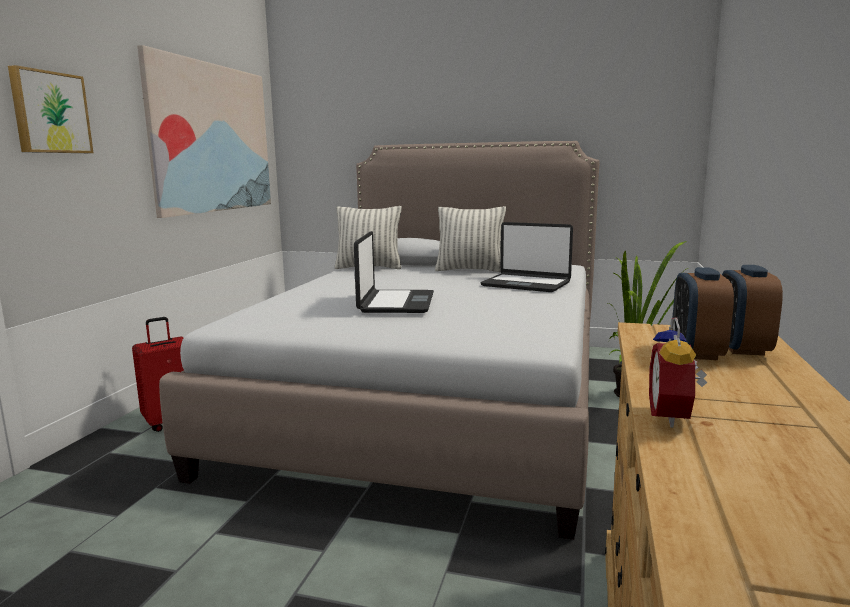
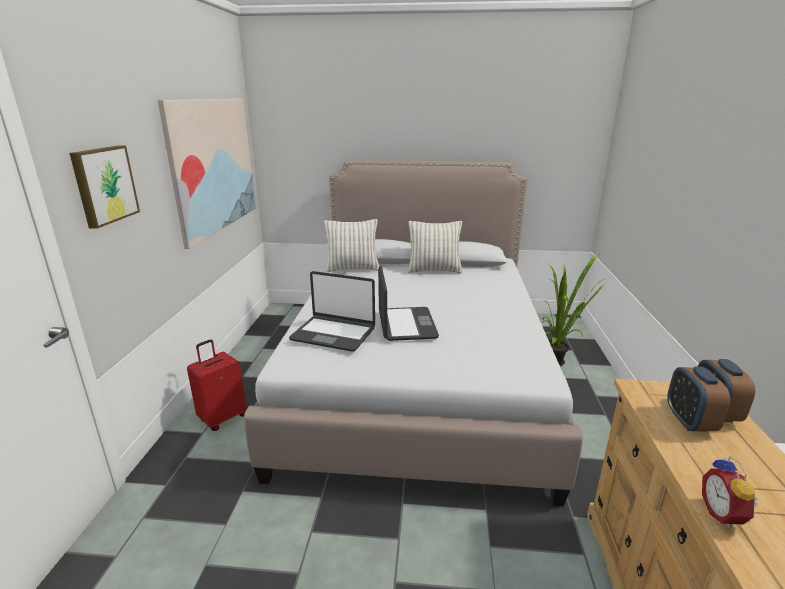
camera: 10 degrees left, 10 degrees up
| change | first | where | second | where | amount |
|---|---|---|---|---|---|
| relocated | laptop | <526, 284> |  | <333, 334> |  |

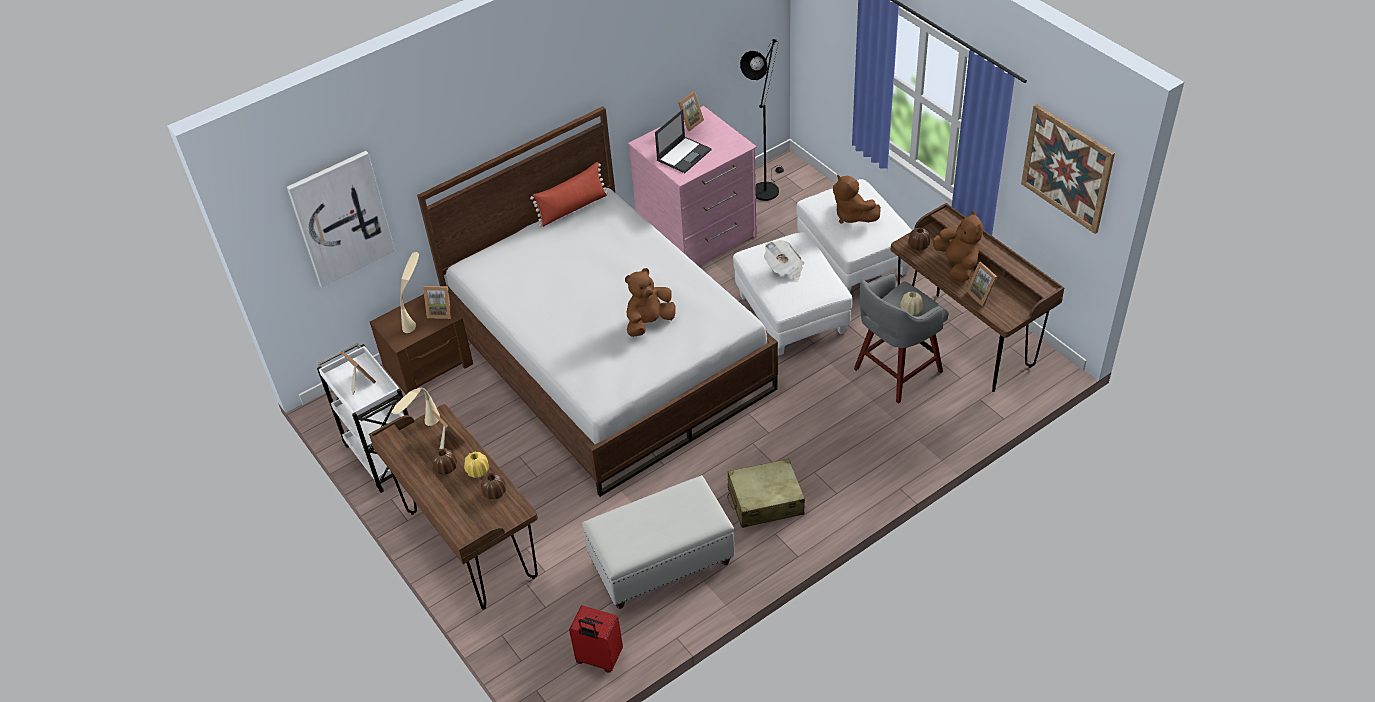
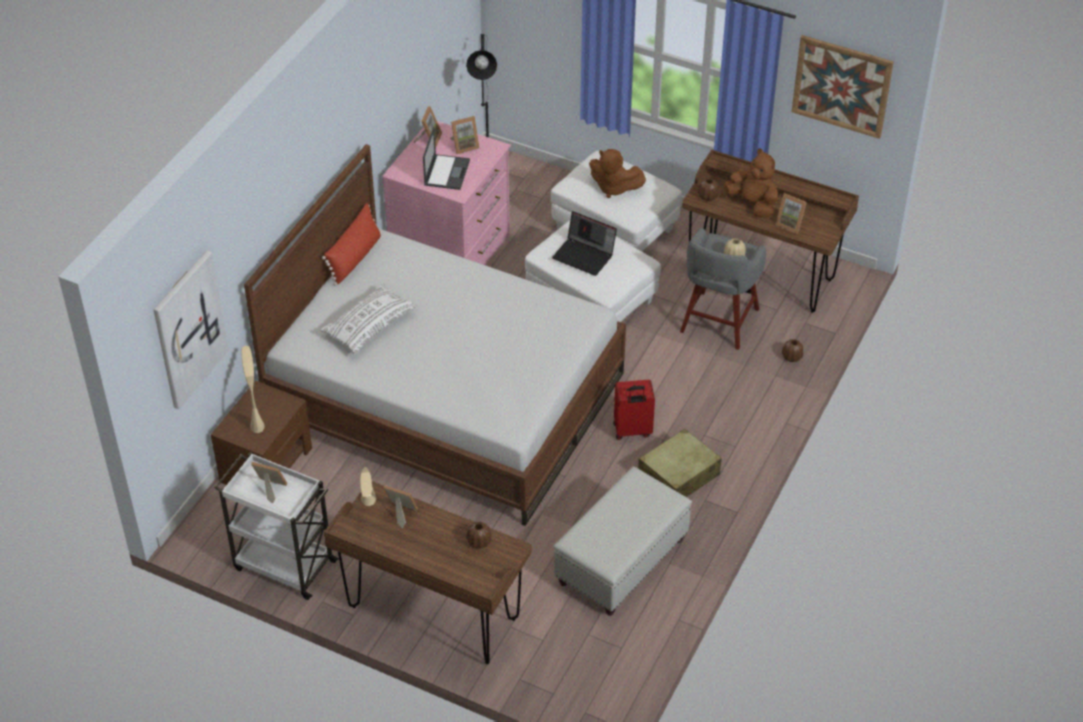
camera: 30 degrees left, 0 degrees up
| change | first | where | second | where | amount |
|---|---|---|---|---|---|
| relocated | ramka na zdjęcie | <440, 311> |  | <464, 146> |  |
| relocated | wazon/brązowy | <446, 468> |  | <792, 357> |  |
| missing | wazon/żółty | <478, 471> |  |  |  |
| relocated | walizka/czerwony | <598, 659> |  | <632, 431> |  |
| missing | pluszak/brązowy | <649, 322> |  |  |  |
| exchanged | gazeta | <784, 268> | laptop | <585, 255> |  |
| appeared |  |  | poduszka/biały | <369, 326> |  |

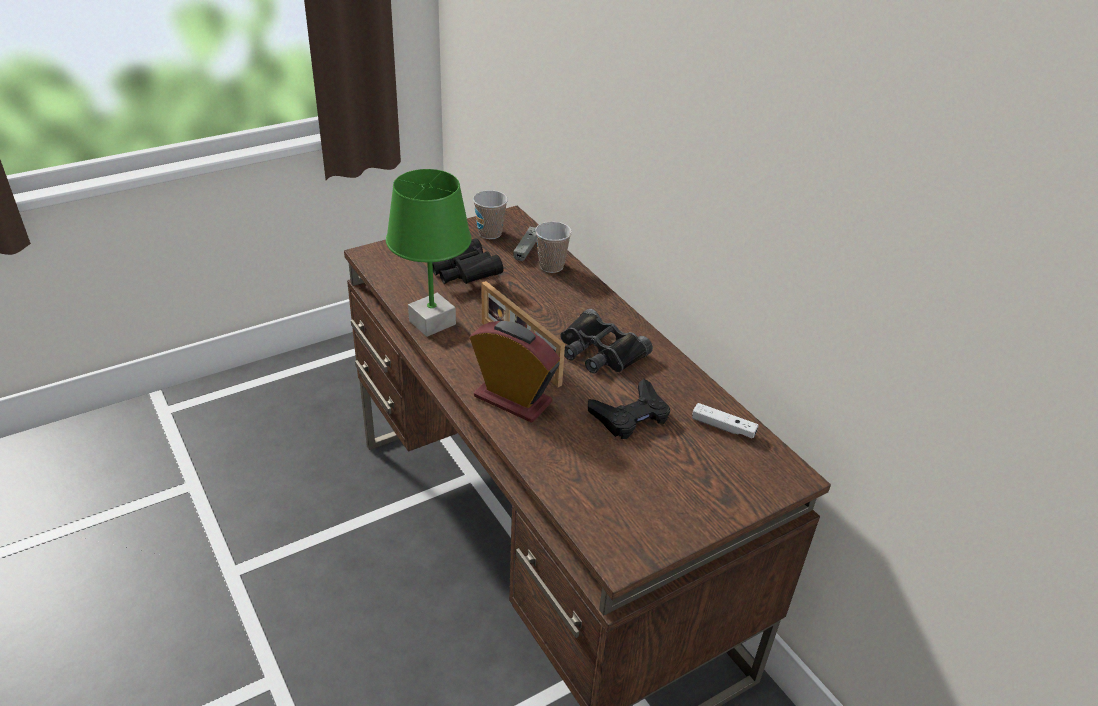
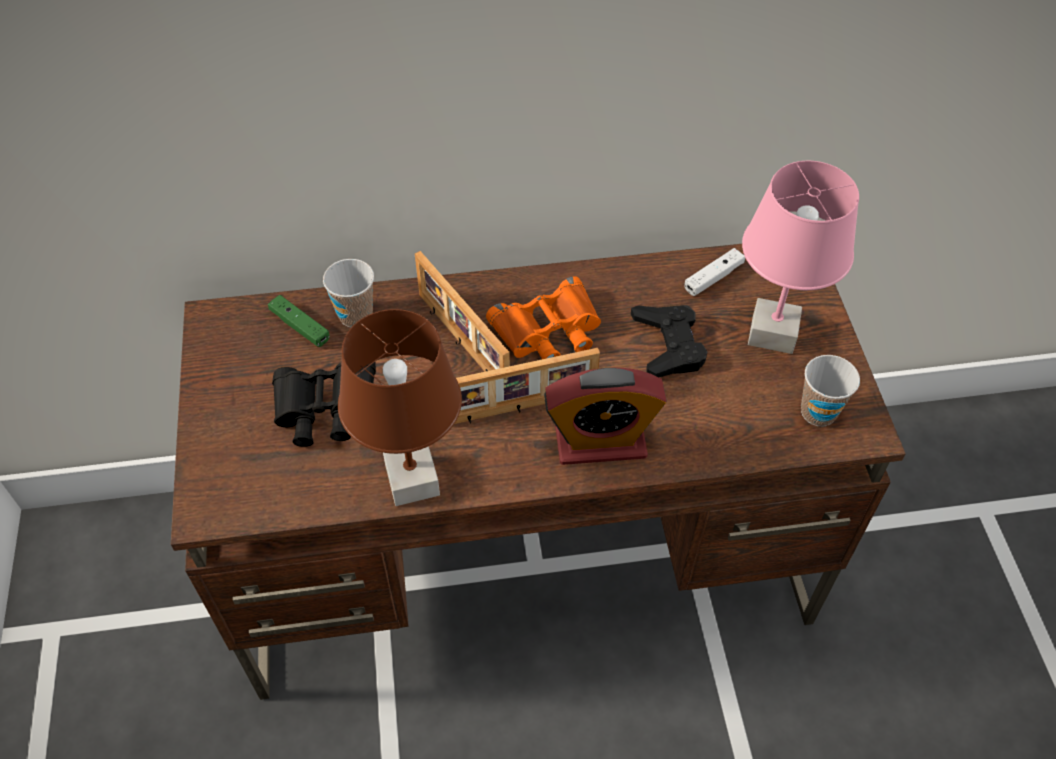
camera: 65 degrees left, 15 degrees up
| change | first | where | second | where | amount |
|---|---|---|---|---|---|
| colour | lampa stołowa/zielony | <432, 323> | lampa stołowa/brązowy | <413, 481> |  |
| spun | budzik | <512, 399> |  | <600, 442> | 150 degrees counterclockwise |
| relocated | filiżanka | <490, 233> |  | <818, 412> |  |
| colour | pad do gier/szary | <527, 248> | pad do gier/zielony | <300, 326> |  |
| colour | lornetka/czarny | <599, 351> | lornetka/pomarańczowy | <549, 331> |  |
| appeared |  |  | ramka na zdjęcie | <461, 342> |  |
| appeared |  |  | lampa stołowa/różowy | <771, 334> |  |

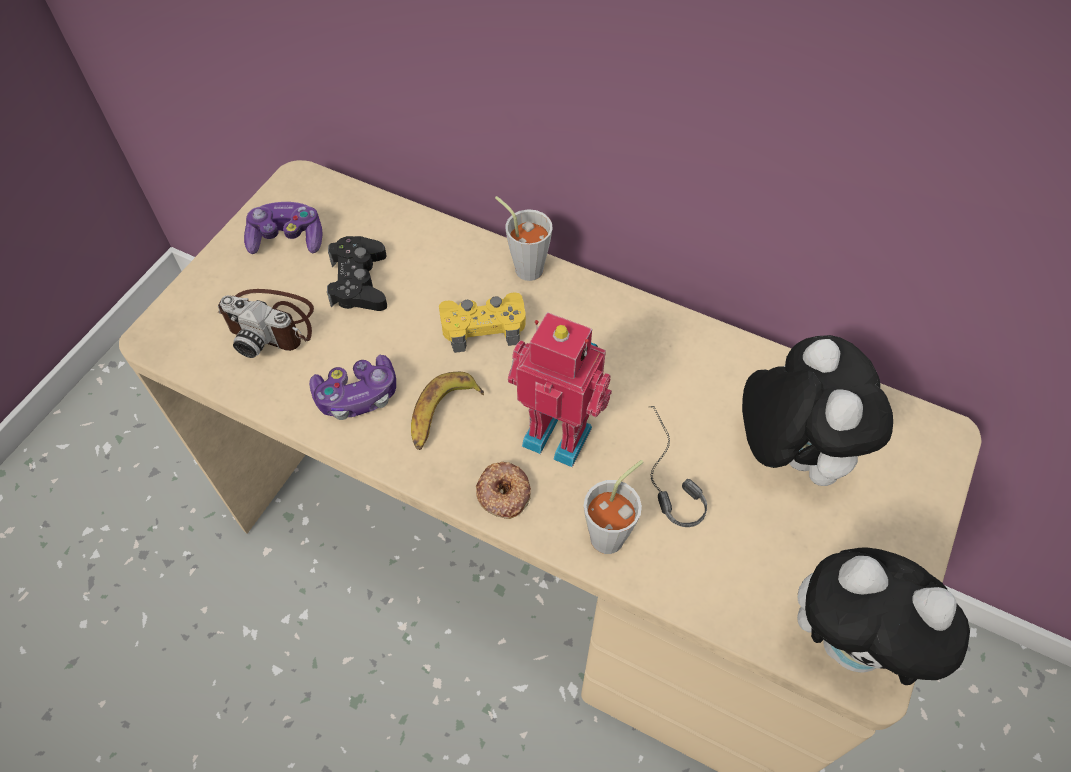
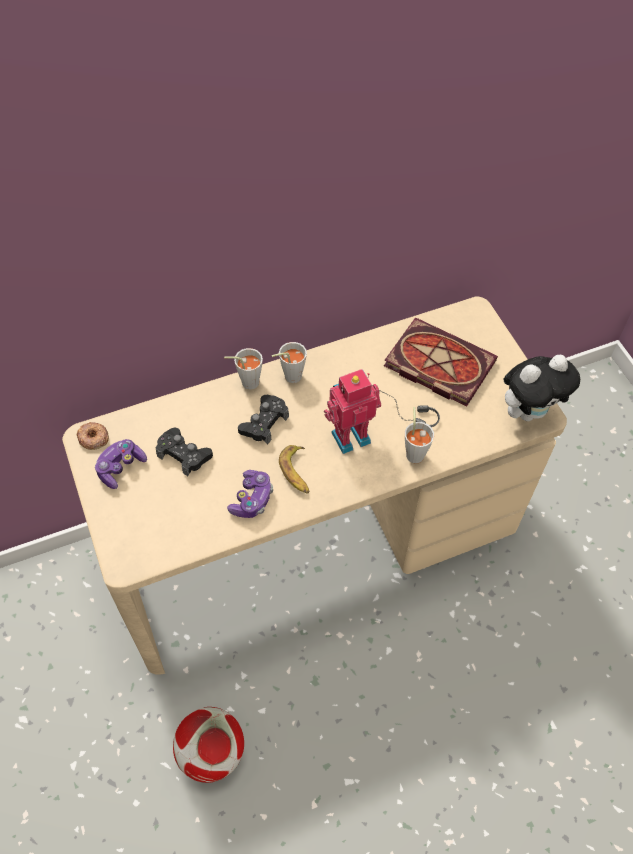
camera: 50 degrees left, 0 degrees up
| change | first | where | second | where | amount |
|---|---|---|---|---|---|
| missing | aparat fotograficzny | <271, 323> |  |  |  |
| colour | pad do gier/żółty | <483, 326> | pad do gier/czarny | <264, 423> |  |
| relocated | donut | <503, 493> |  | <93, 438> |  |
| exchanged | pluszak | <790, 452> | książka | <436, 364> |  |
| appeared |  |  | piłka futbolowa | <211, 752> |  |
| appeared |  |  | filiżanka/szary | <289, 377> |  |

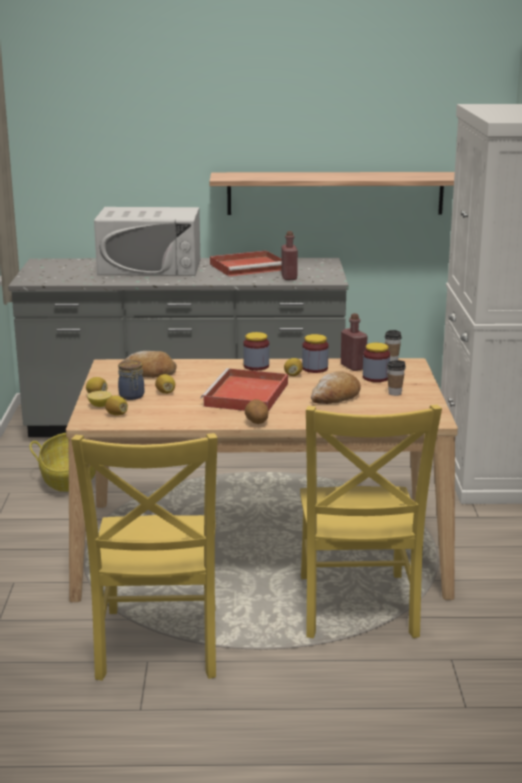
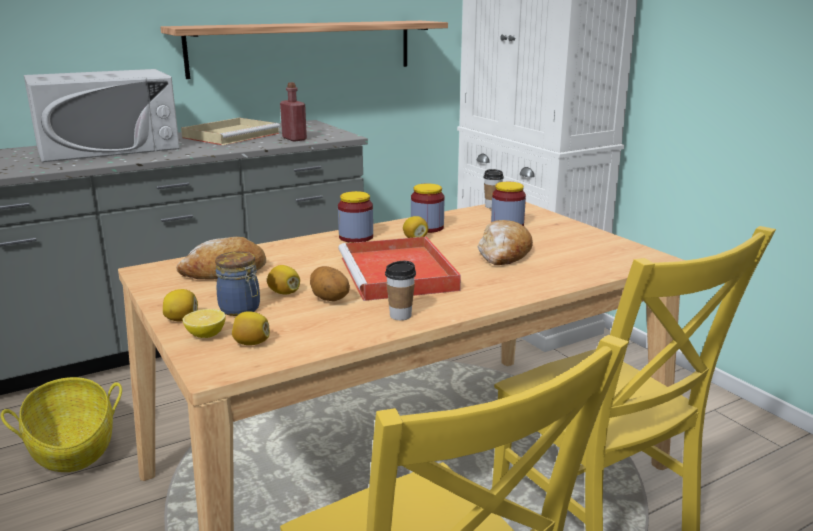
camera: 30 degrees left, 0 degrees up
| change | first | where | second | where | amount |
|---|---|---|---|---|---|
| colour | taca/czerwony | <249, 267> | taca/beżowy | <232, 135> |  |
| relocated | ziemniak | <256, 422> |  | <329, 300> |  |
| missing | butelka/czerwony | <353, 367> |  |  |  |
| relocated | filiżanka | <394, 393> |  | <400, 315> |  |

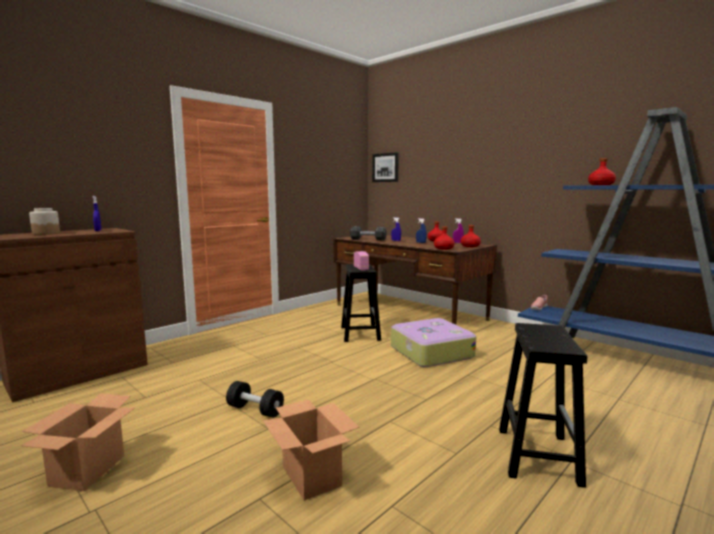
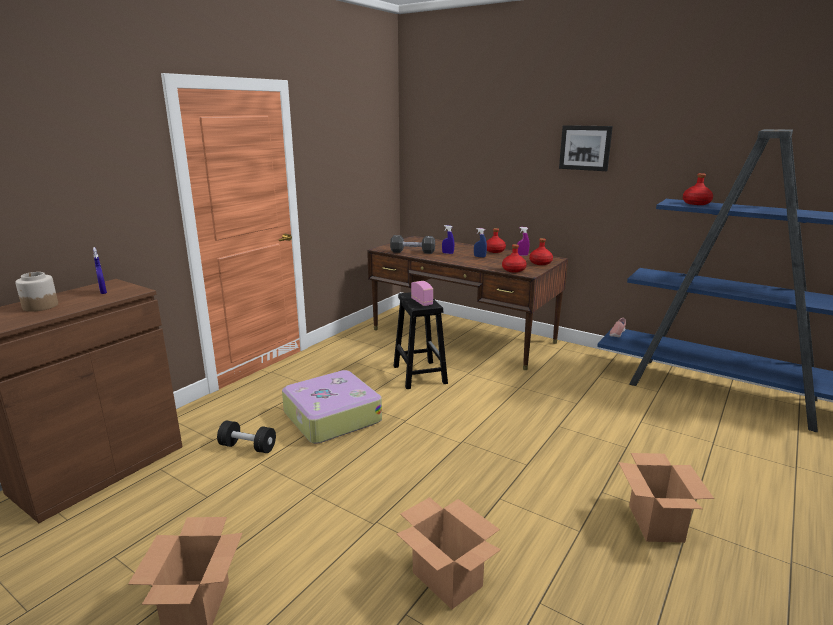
camera: 10 degrees left, 10 degrees up
| change | first | where | second | where | amount |
|---|---|---|---|---|---|
| relocated | hantel/czarny | <255, 410> |  | <248, 447> |  |
| relocated | obraz | <385, 167> |  | <585, 148> |  |
| relocated | walizka | <430, 352> |  | <331, 417> |  |
| exchanged | stołek/czarny | <537, 454> | karton | <655, 523> |  |

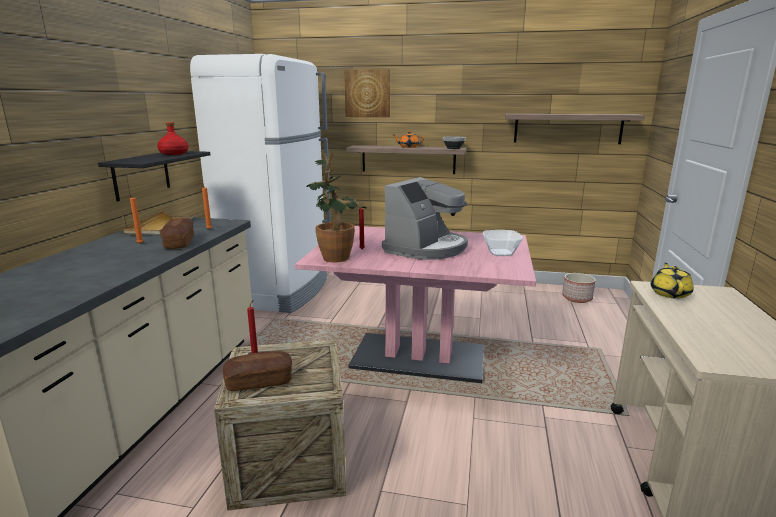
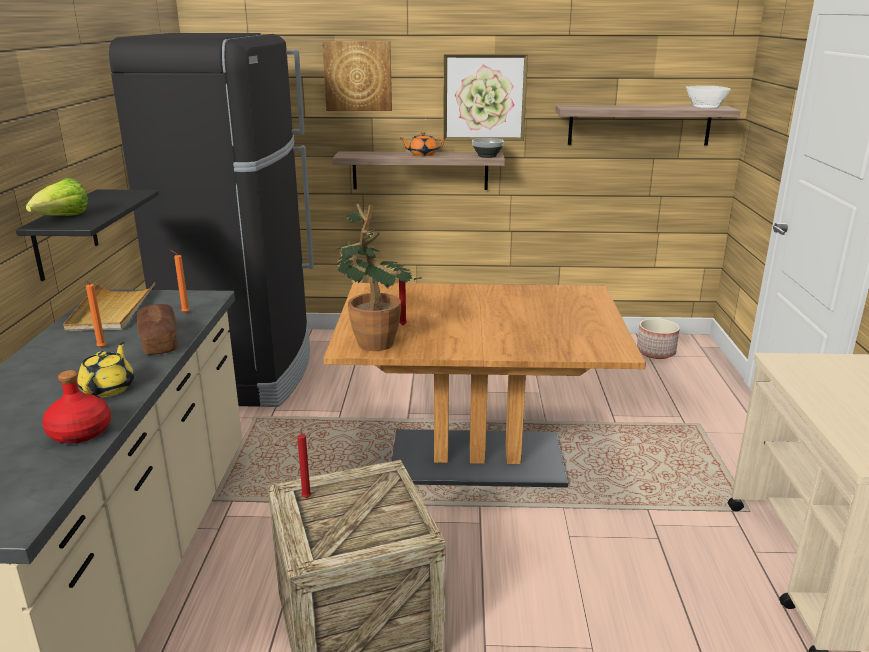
camera: 10 degrees left, 5 degrees up
| change | first | where | second | where | amount |
|---|---|---|---|---|---|
| relocated | butelka/czerwony | <174, 154> |  | <80, 432> |  |
| colour | lodówka/biały | <279, 290> | lodówka/czarny | <246, 372> |  |
| missing | chleb | <259, 382> |  |  |  |
| colour | stół jadalny/różowy | <418, 358> | stół jadalny/brązowy | <477, 459> |  |
| missing | ekspres do kawy | <426, 248> |  |  |  |
| relocated | miska | <501, 253> |  | <706, 107> |  |
| relocated | imbryk/żółty | <669, 293> |  | <109, 388> |  |
| appeared |  |  | sałata | <62, 218> |  |
| appeared |  |  | obraz | <484, 97> |  |

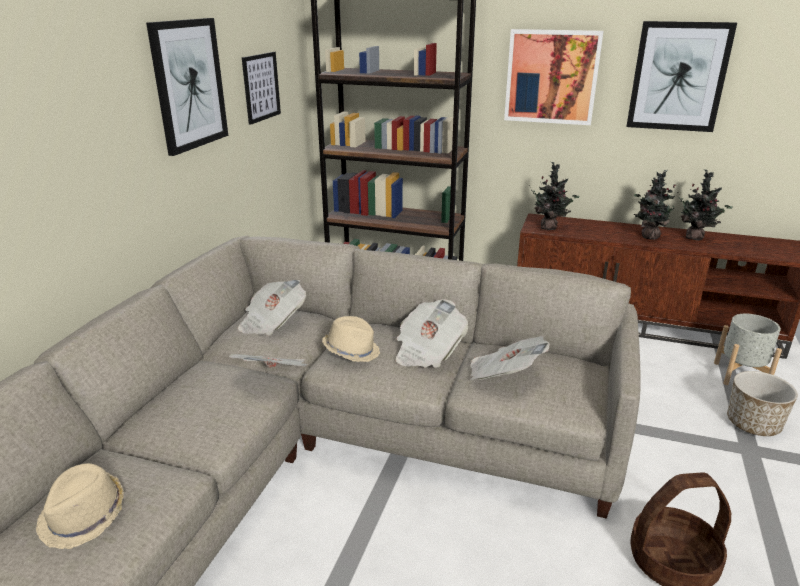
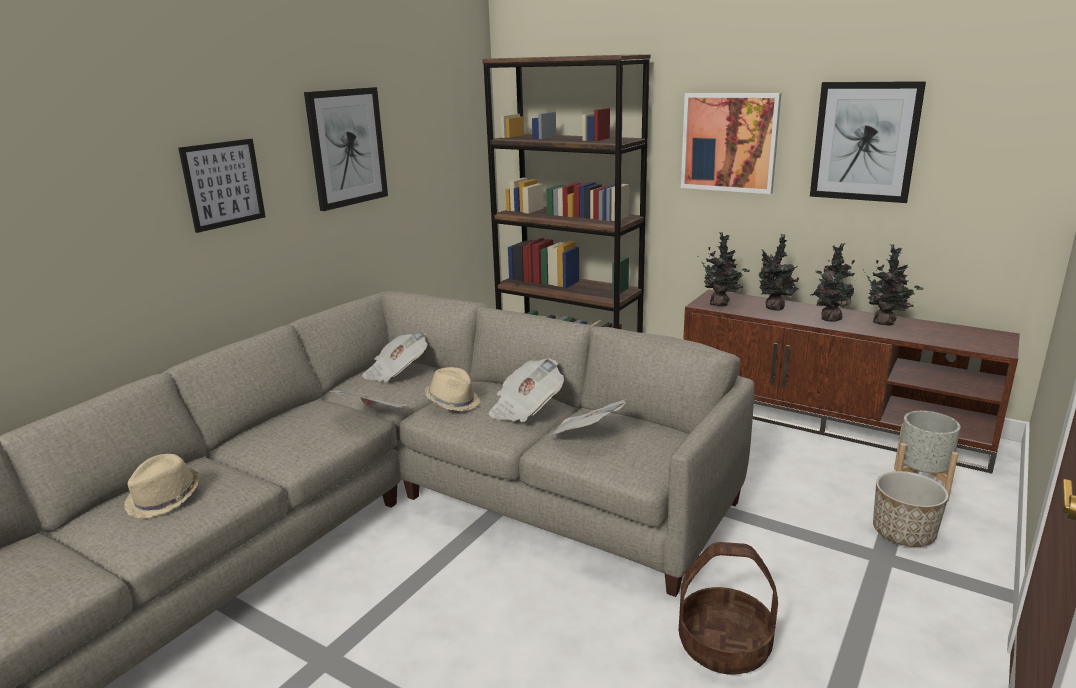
camera: 15 degrees right, 5 degrees down
| change | first | where | second | where | amount |
|---|---|---|---|---|---|
| relocated | obraz | <261, 87> |  | <223, 184> |  |
| appeared |  |  | roślina doniczkowa | <774, 308> |  |

